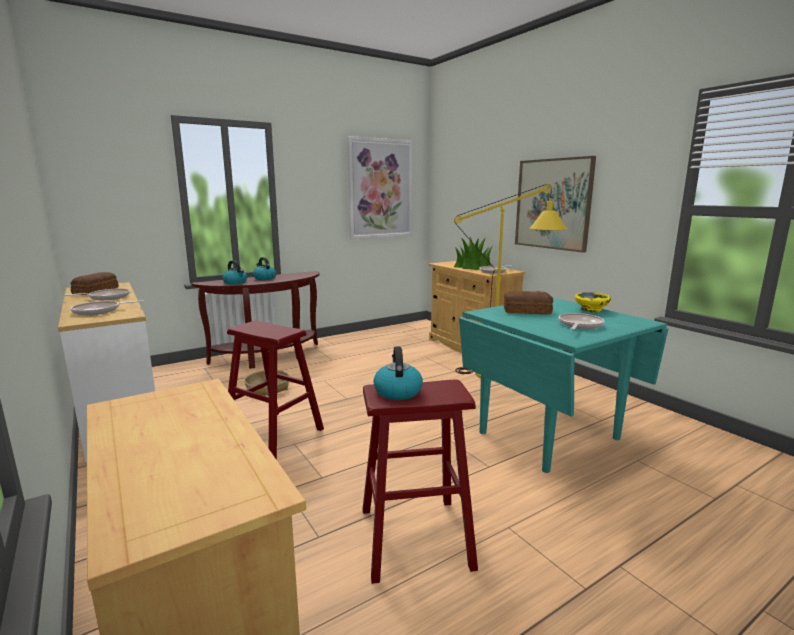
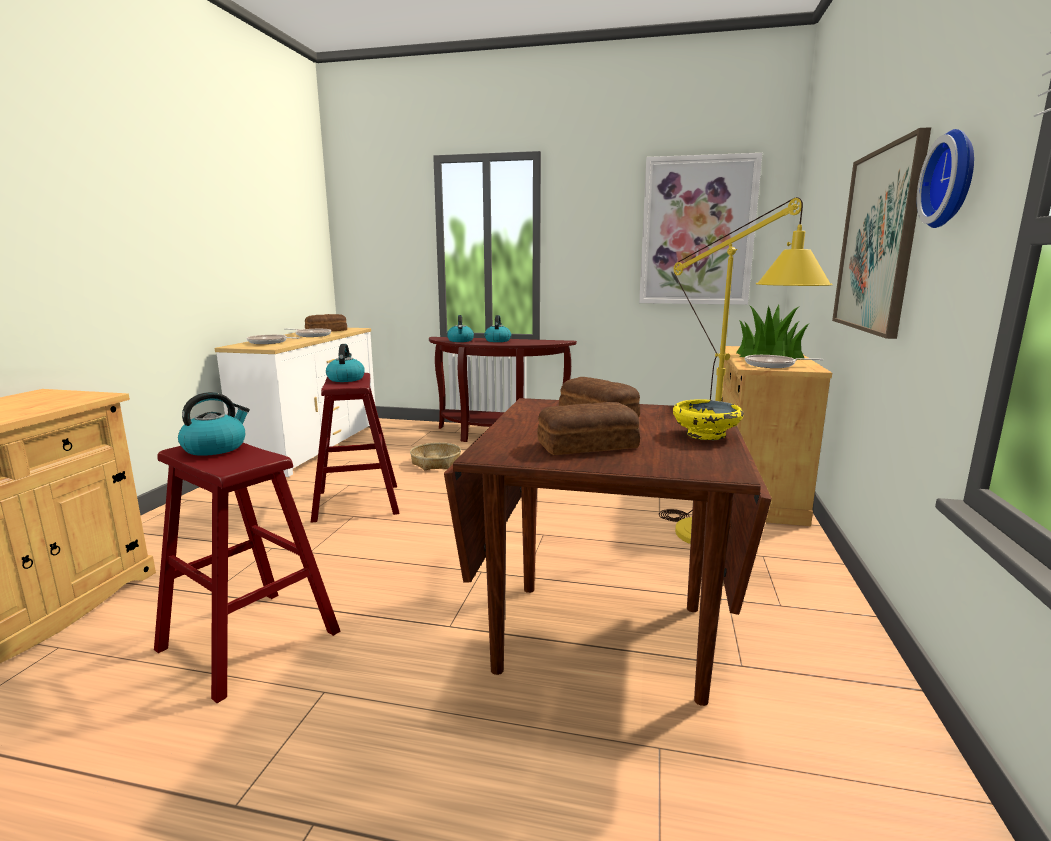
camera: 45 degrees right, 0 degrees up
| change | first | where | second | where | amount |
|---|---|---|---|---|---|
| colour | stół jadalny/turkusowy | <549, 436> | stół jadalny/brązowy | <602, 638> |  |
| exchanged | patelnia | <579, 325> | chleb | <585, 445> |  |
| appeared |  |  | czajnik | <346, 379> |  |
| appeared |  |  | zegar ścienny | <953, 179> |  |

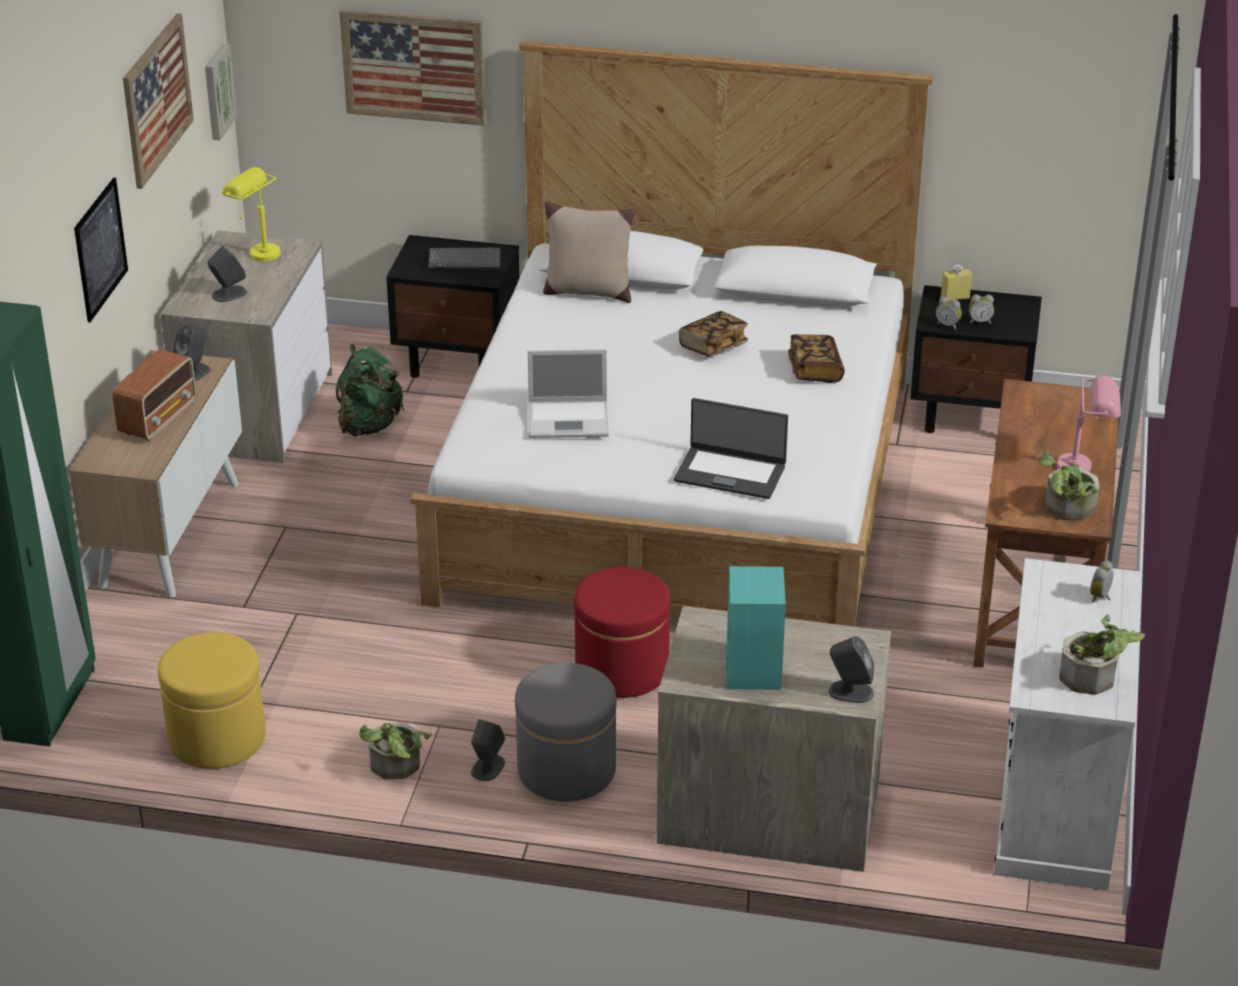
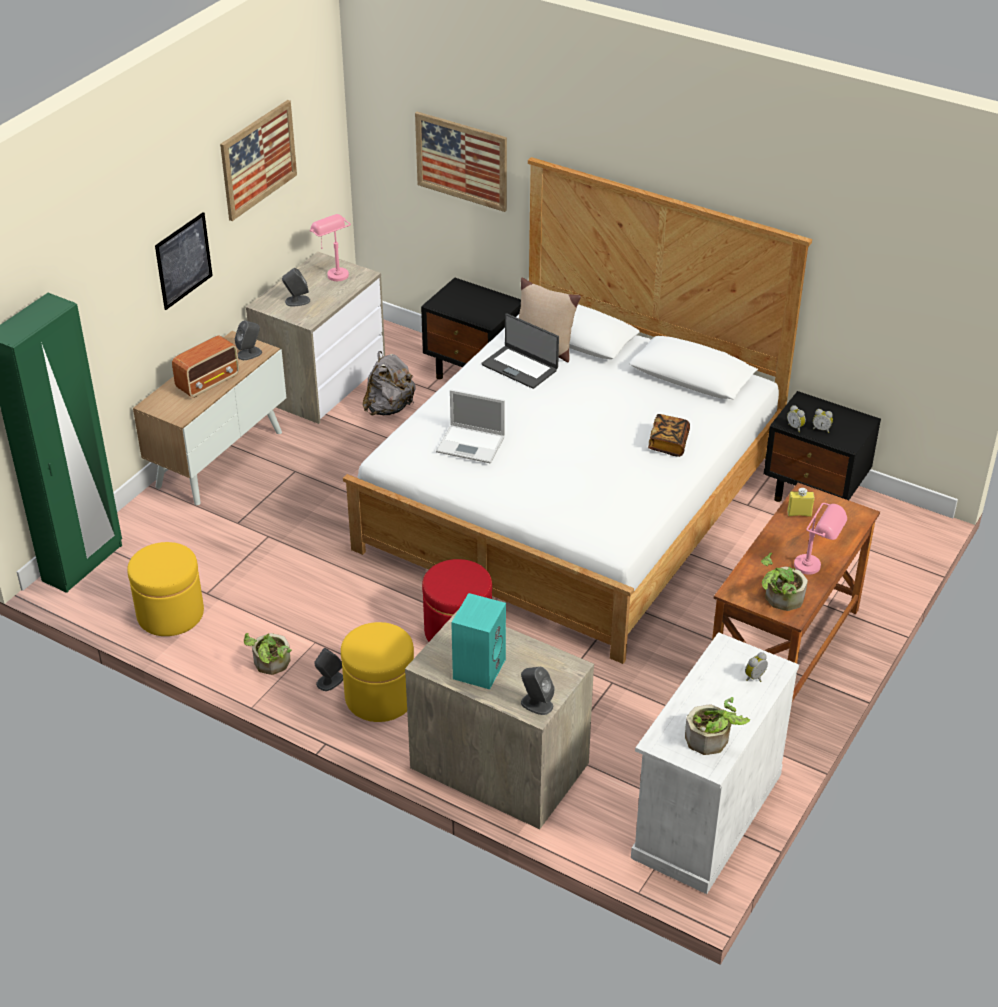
camera: 20 degrees right, 5 degrees up
| change | first | where | second | where | amount |
|---|---|---|---|---|---|
| missing | obraz | <217, 91> |  |  |  |
| colour | lampa stołowa/żółty | <256, 251> | lampa stołowa/różowy | <333, 272> |  |
| colour | plecak/zielony | <369, 425> | plecak/szary | <389, 408> |  |
| missing | klawiatura | <465, 260> |  |  |  |
| colour | pufa/szary | <566, 770> | pufa/żółty | <380, 697> |  |
| relocated | laptop | <730, 473> |  | <520, 367> |  |
| missing | książka | <713, 346> |  |  |  |
| relocated | butelka/żółty | <955, 298> |  | <799, 513> |  |

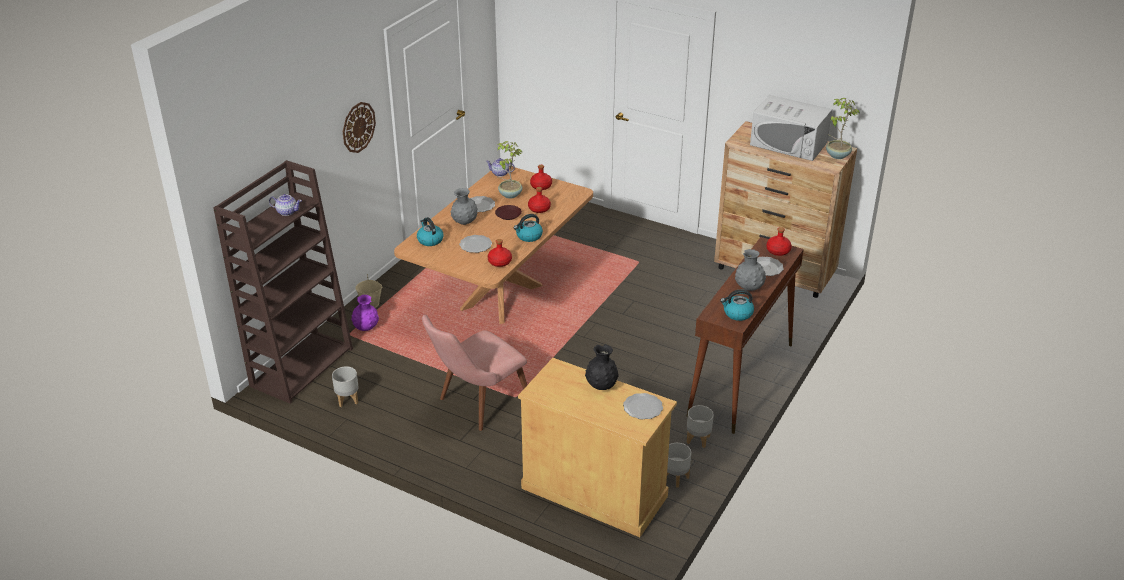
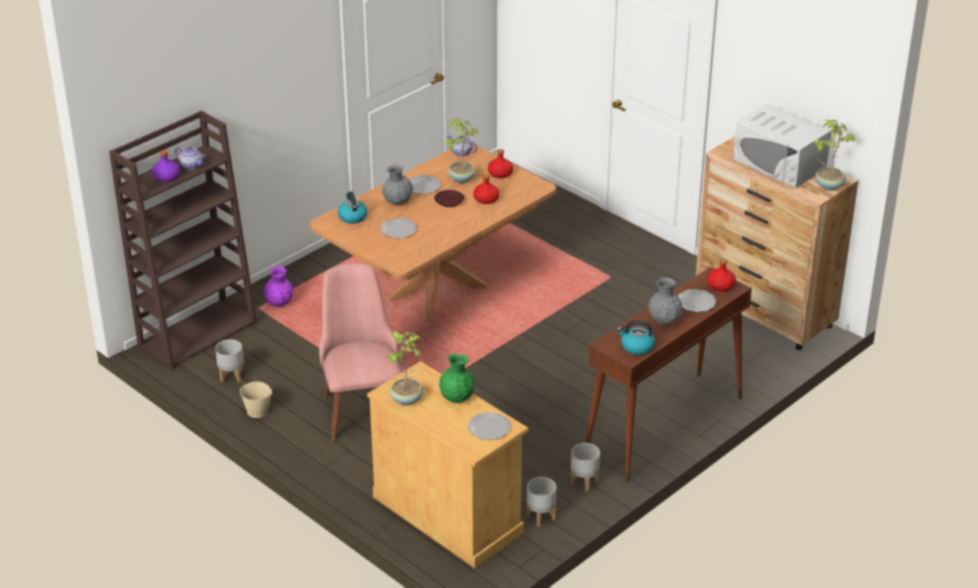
camera: 15 degrees right, 0 degrees up
| change | first | where | second | where | amount |
|---|---|---|---|---|---|
| missing | zegar ścienny | <358, 127> |  |  |  |
| relocated | wiadro/beżowy | <371, 304> |  | <258, 411> |  |
| spun | krzesło/różowy | <476, 405> |  | <362, 404> | 105 degrees clockwise |
| missing | butelka/czerwony | <499, 262> |  |  |  |
| missing | czajnik | <529, 236> |  |  |  |
| colour | wazon/czarny | <601, 386> | wazon/zielony | <457, 398> |  |
| appeared |  |  | butelka/fioletowy | <166, 177> |  |
| appeared |  |  | roślina doniczkowa | <407, 399> |  |

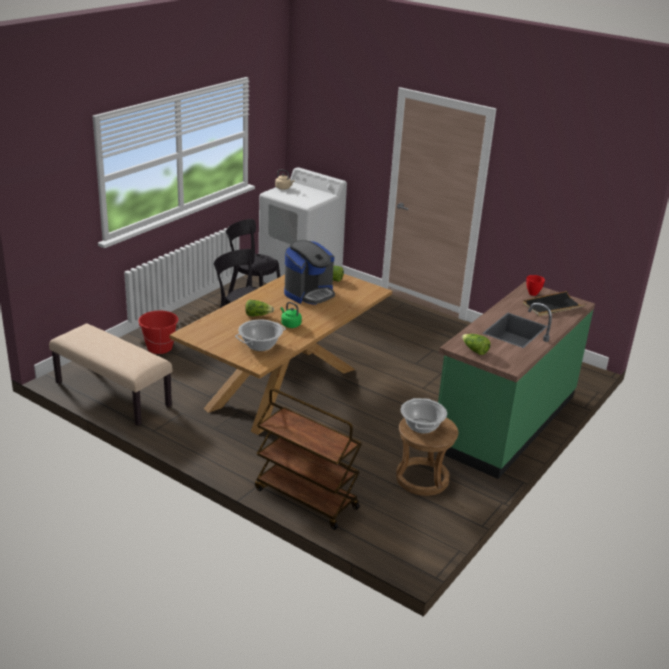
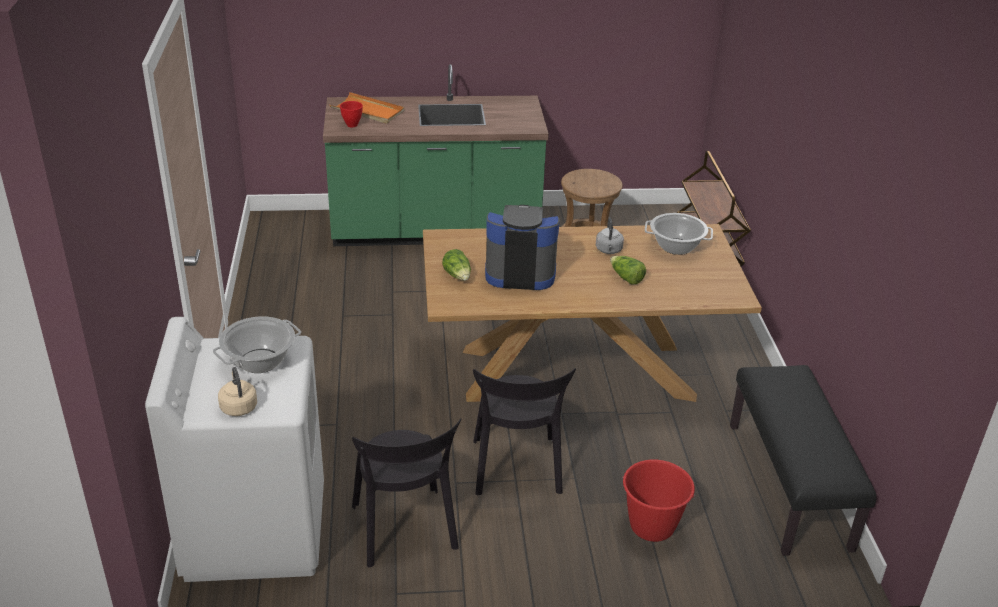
camera: 130 degrees left, 5 degrees up
| change | first | where | second | where | amount |
|---|---|---|---|---|---|
| colour | ławka/beżowy | <112, 394> | ławka/czarny | <789, 485> |  |
| colour | czajnik/zielony | <290, 324> | czajnik/szary | <608, 250> |  |
| relocated | garnek | <422, 426> |  | <260, 361> |  |
| missing | sałata | <474, 350> |  |  |  |
| colour | taca/czarny | <552, 306> | taca/pomarańczowy | <368, 111> |  |

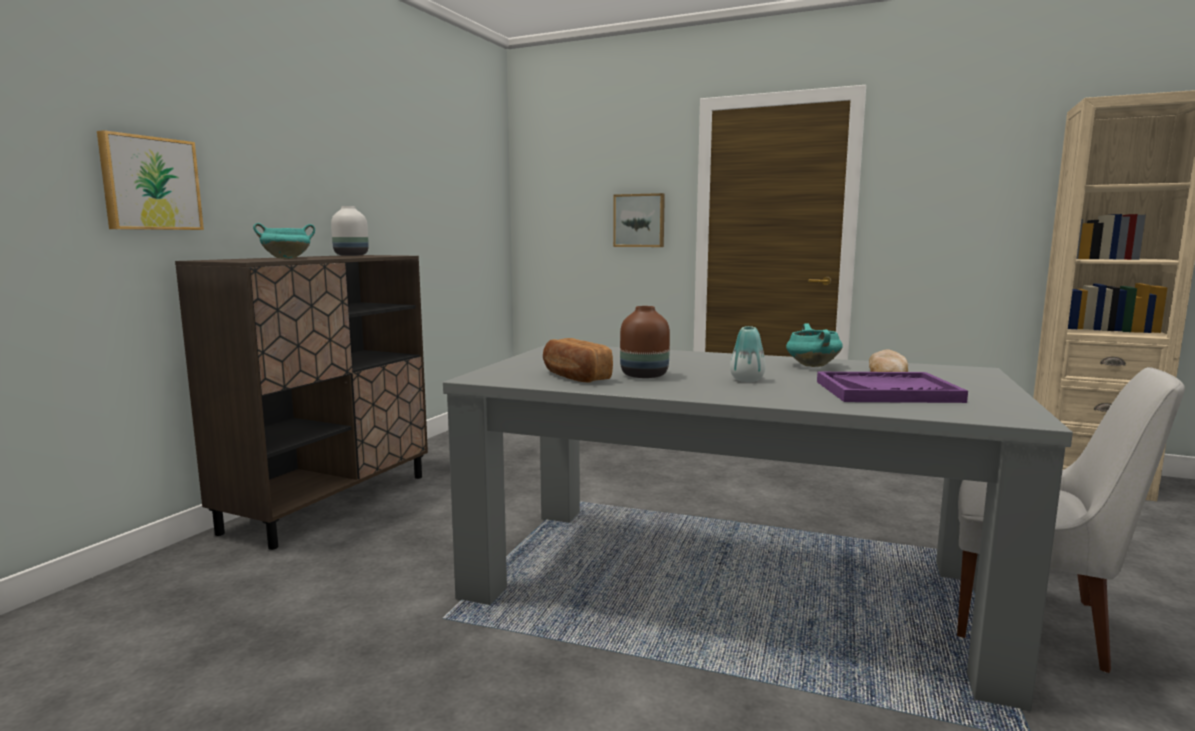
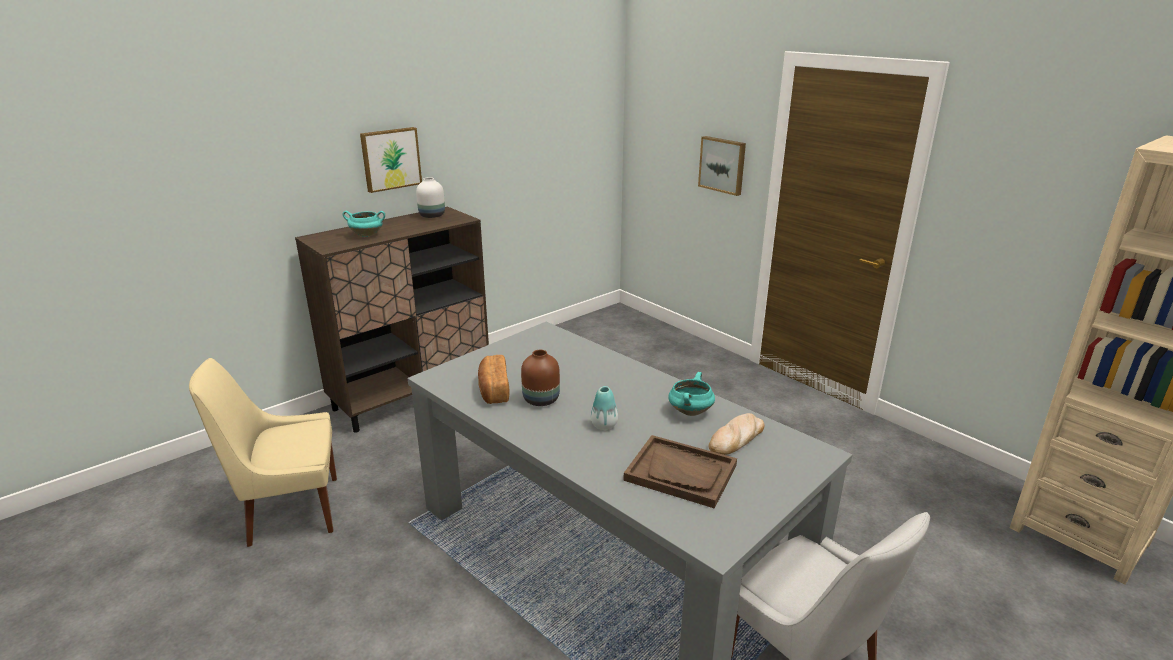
camera: 25 degrees right, 15 degrees up
| change | first | where | second | where | amount |
|---|---|---|---|---|---|
| relocated | obraz | <150, 183> |  | <390, 159> |  |
| colour | taca/fioletowy | <887, 391> | taca/brązowy | <681, 473> |  |
| appeared |  |  | krzesło/beżowy | <289, 511> |  |

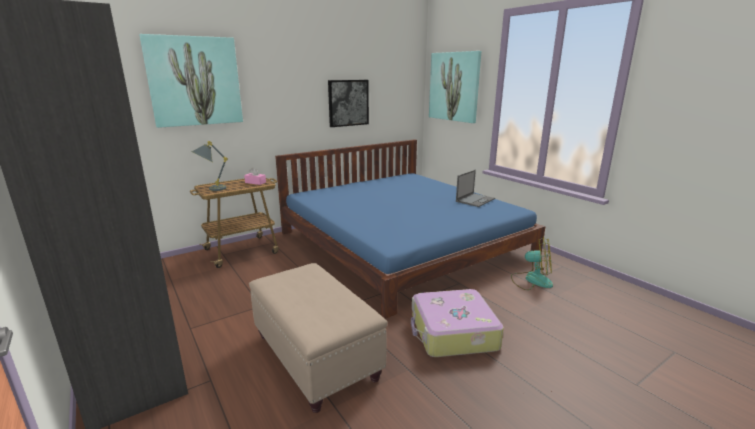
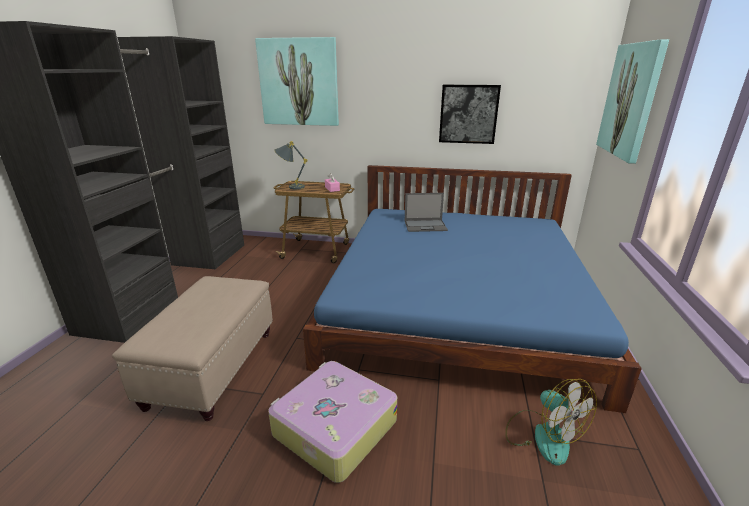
camera: 45 degrees right, 5 degrees up
| change | first | where | second | where | amount |
|---|---|---|---|---|---|
| relocated | laptop | <475, 200> |  | <426, 226> |  |

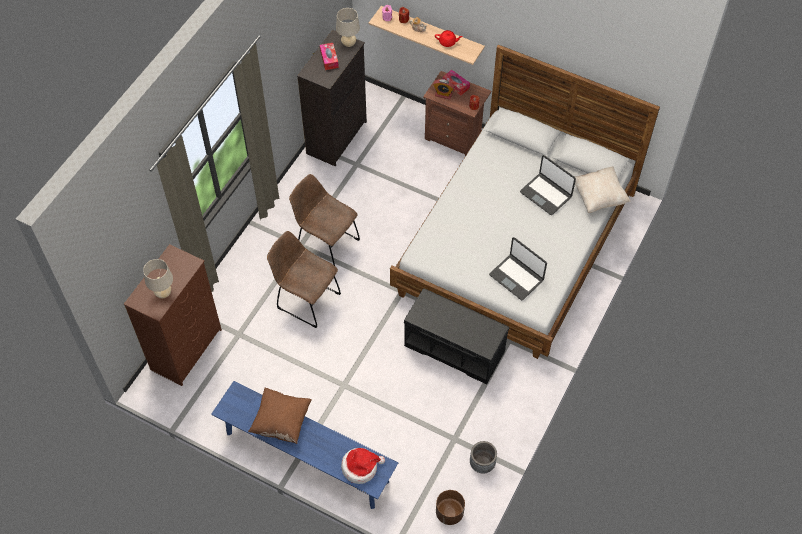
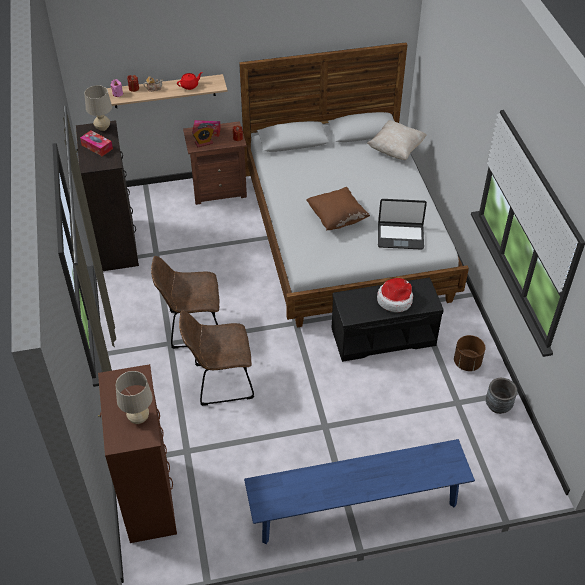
camera: 40 degrees left, 10 degrees down
| change | first | where | second | where | amount |
|---|---|---|---|---|---|
| relocated | poduszka/brązowy | <281, 421> |  | <337, 218> |  |
| relocated | kapelusz | <360, 467> |  | <395, 300> |  |
| relocated | donica/brązowy | <449, 512> |  | <466, 362> |  |
| missing | laptop | <546, 194> |  |  |  |

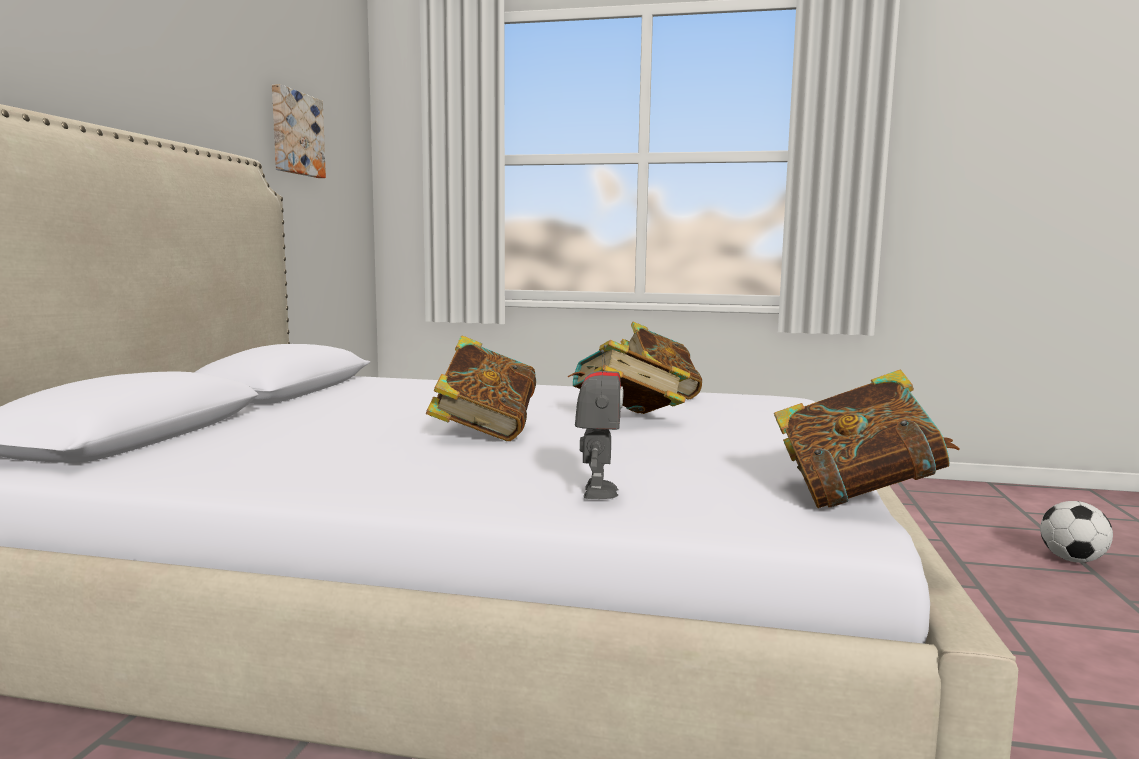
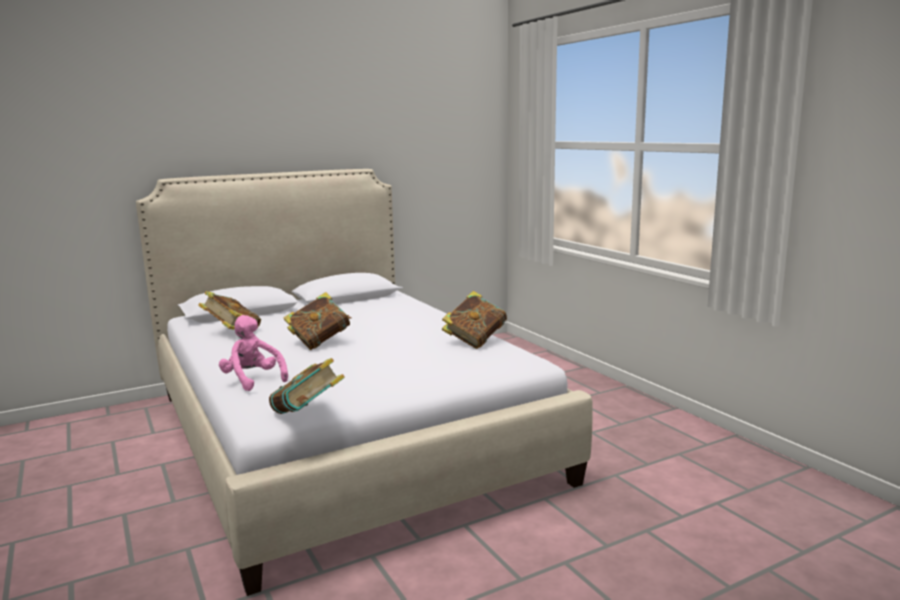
camera: 50 degrees right, 5 degrees up
| change | first | where | second | where | amount |
|---|---|---|---|---|---|
| missing | obraz | <295, 134> |  |  |  |
| relocated | książka | <626, 420> |  | <232, 332> |  |
| exchanged | robot zabawkowy | <598, 492> | pluszak/różowy | <253, 380> |  |
| missing | piłka futbolowa | <1071, 560> |  |  |  |

